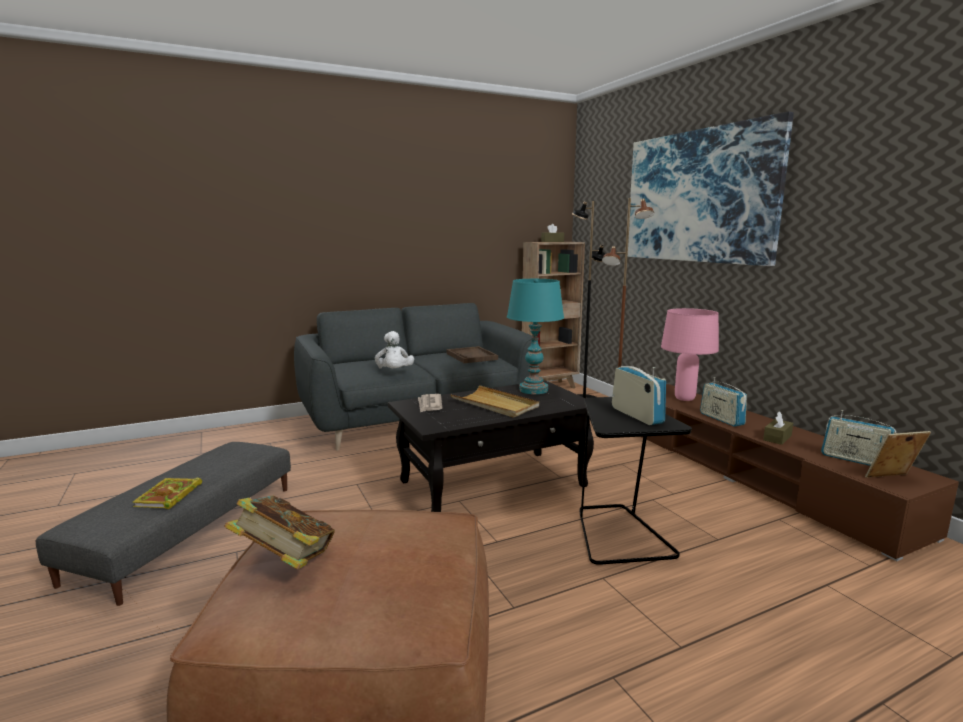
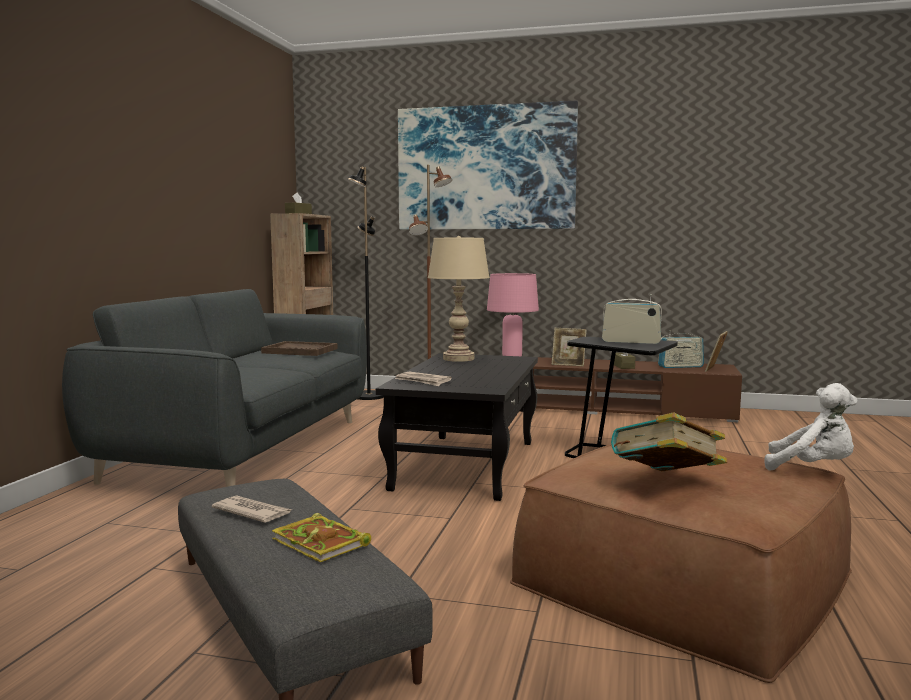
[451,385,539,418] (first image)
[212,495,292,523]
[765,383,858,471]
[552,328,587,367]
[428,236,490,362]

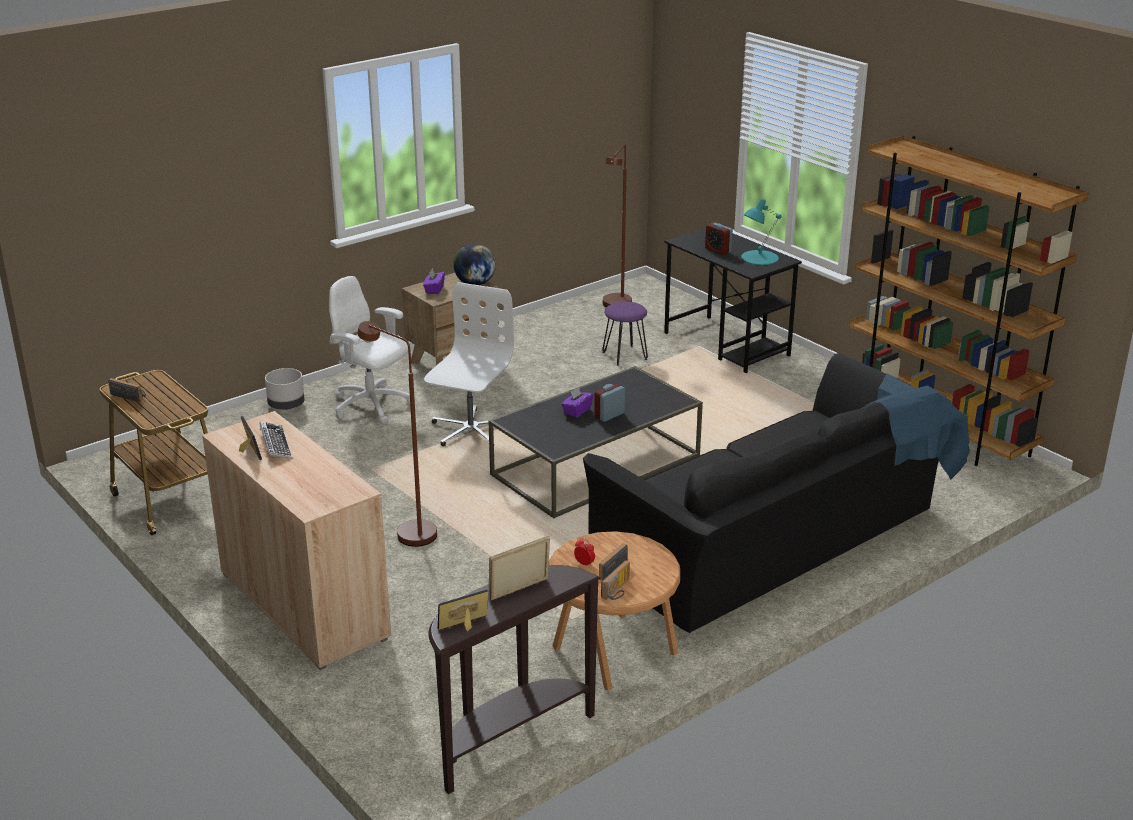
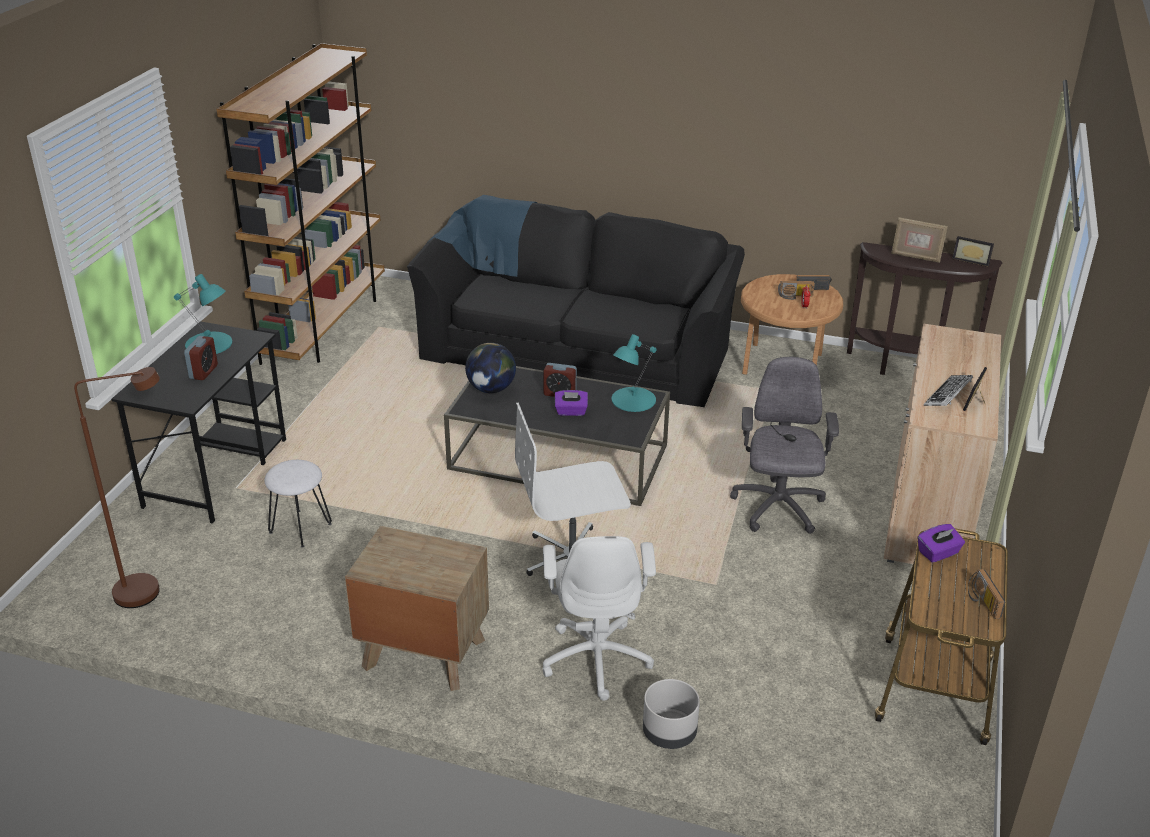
[612,334,656,412]
[918,524,965,563]
[465,343,516,393]
[730,357,839,534]
[264,460,332,548]

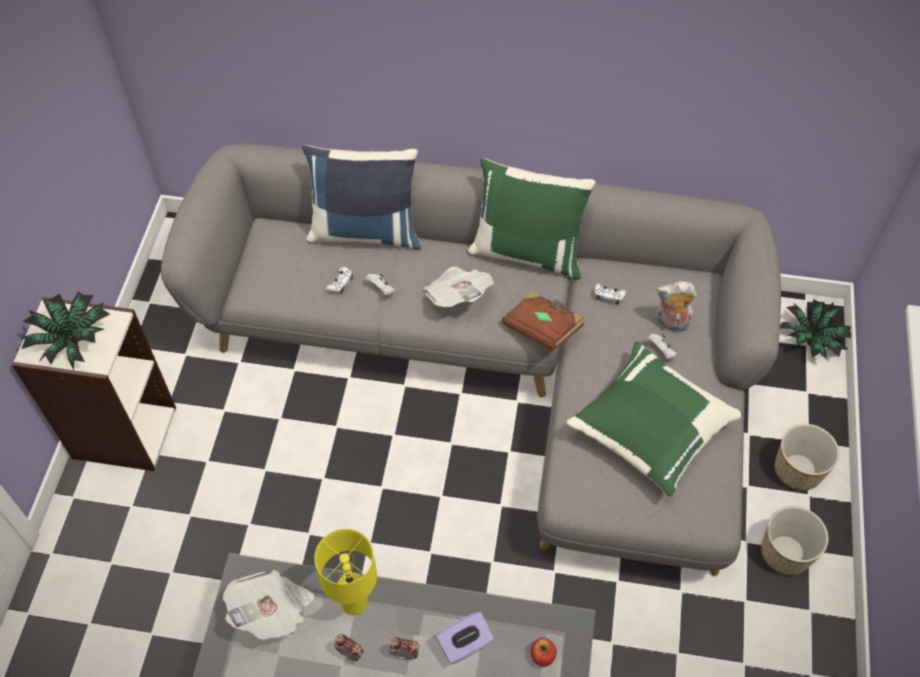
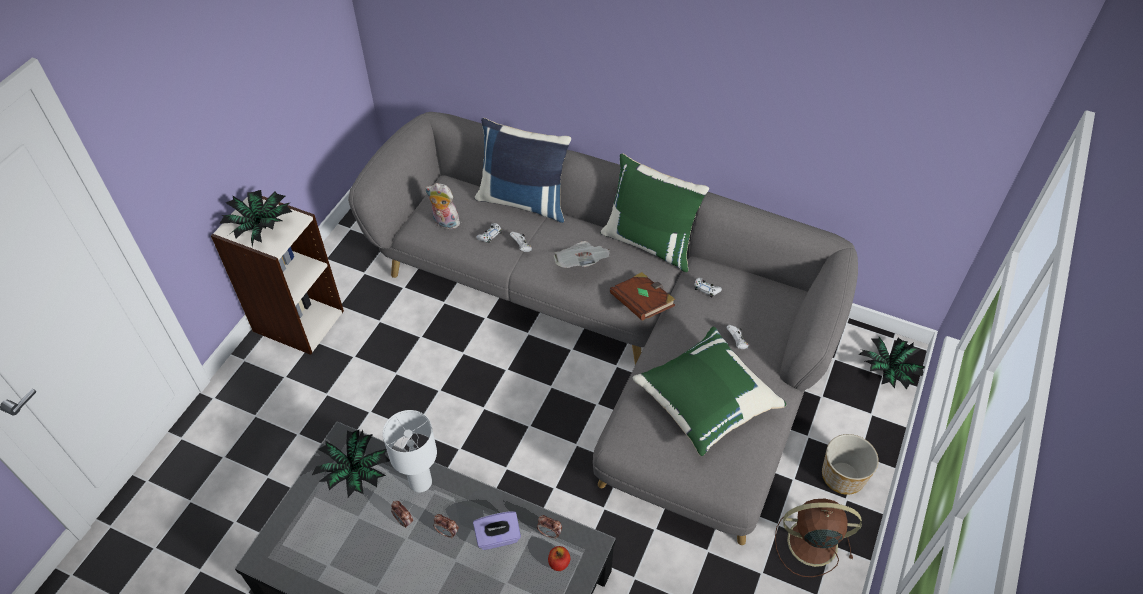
[537,515,562,539]
[425,183,460,230]
[312,430,390,497]
[775,499,862,577]
[383,410,437,492]

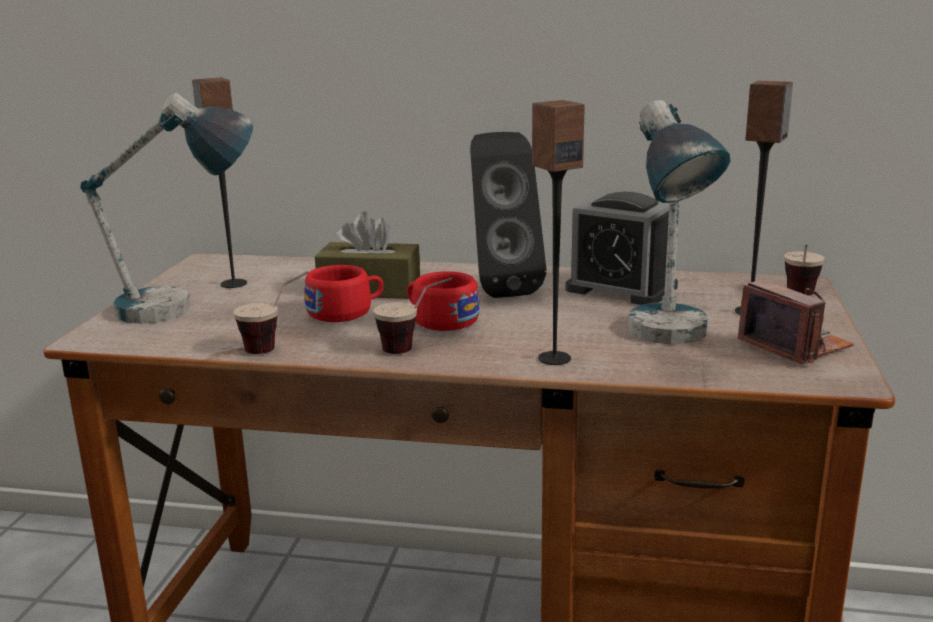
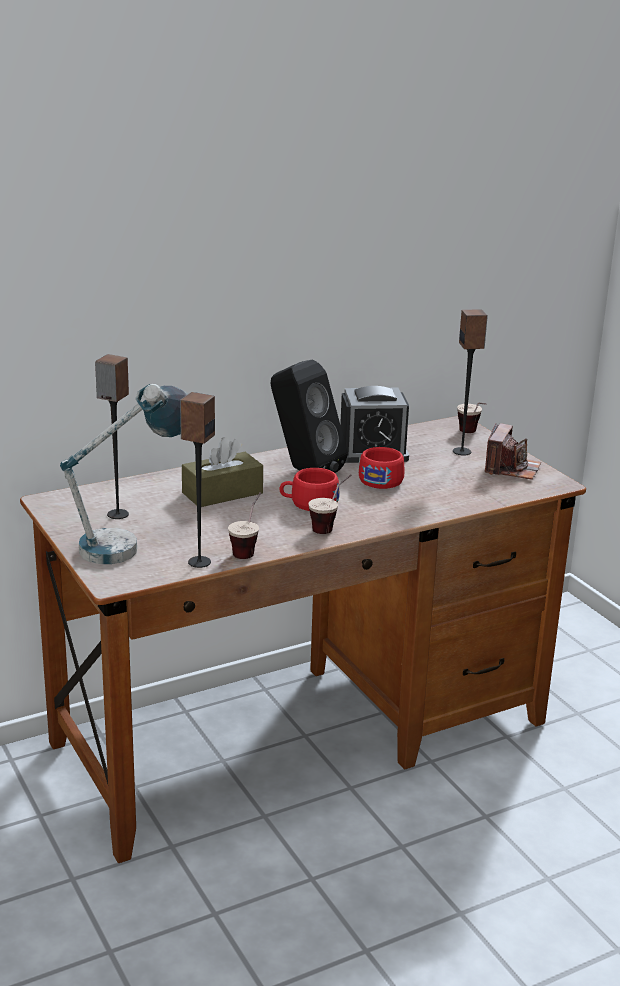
[628,100,731,344] (first image)
[359,447,404,489]
[180,392,215,568]
[485,423,541,480]

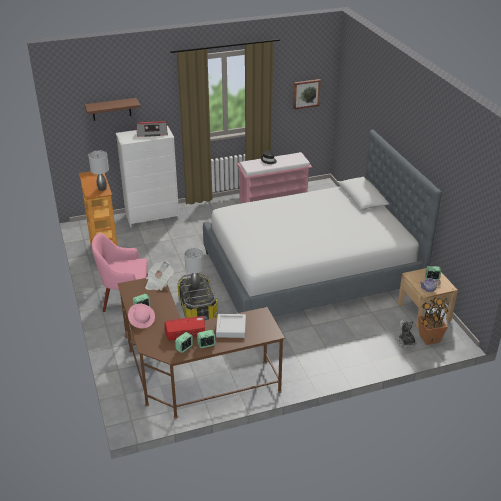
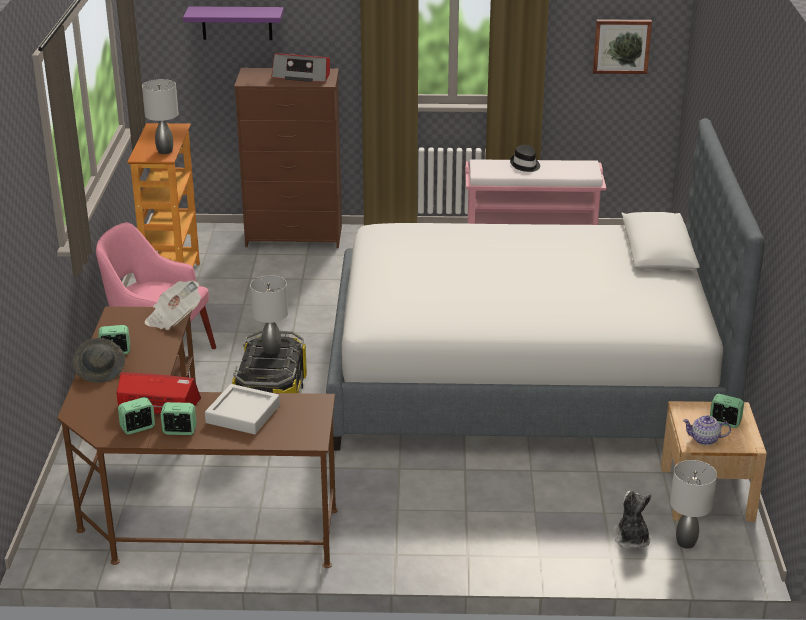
[670,460,717,549]
[183,6,284,40]
[234,68,342,248]
[72,338,125,383]

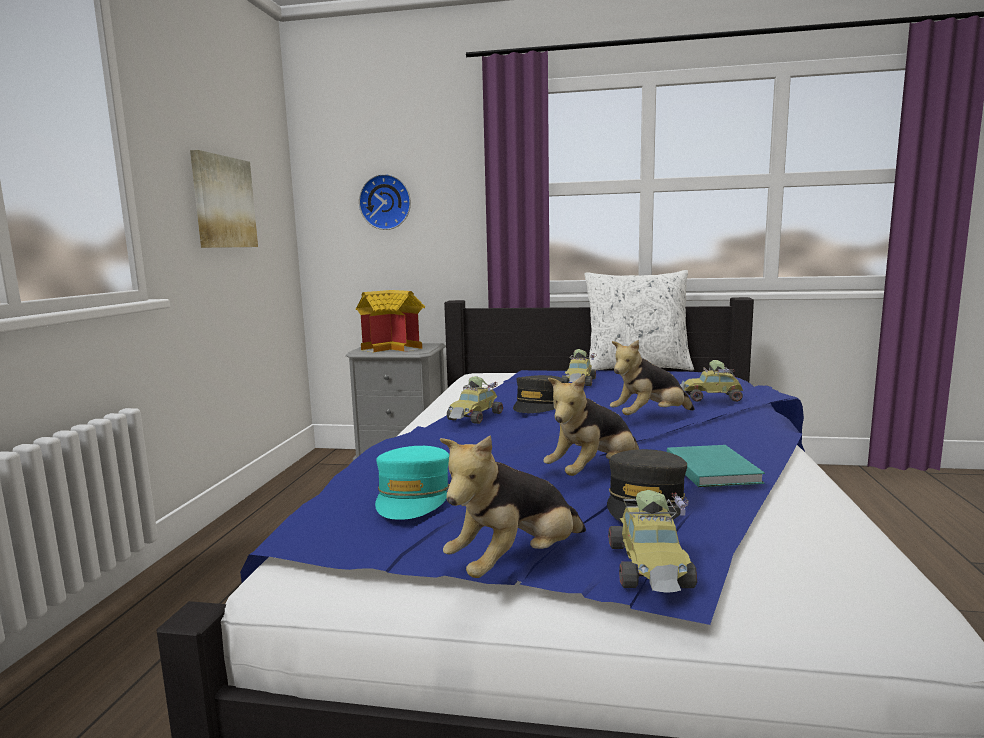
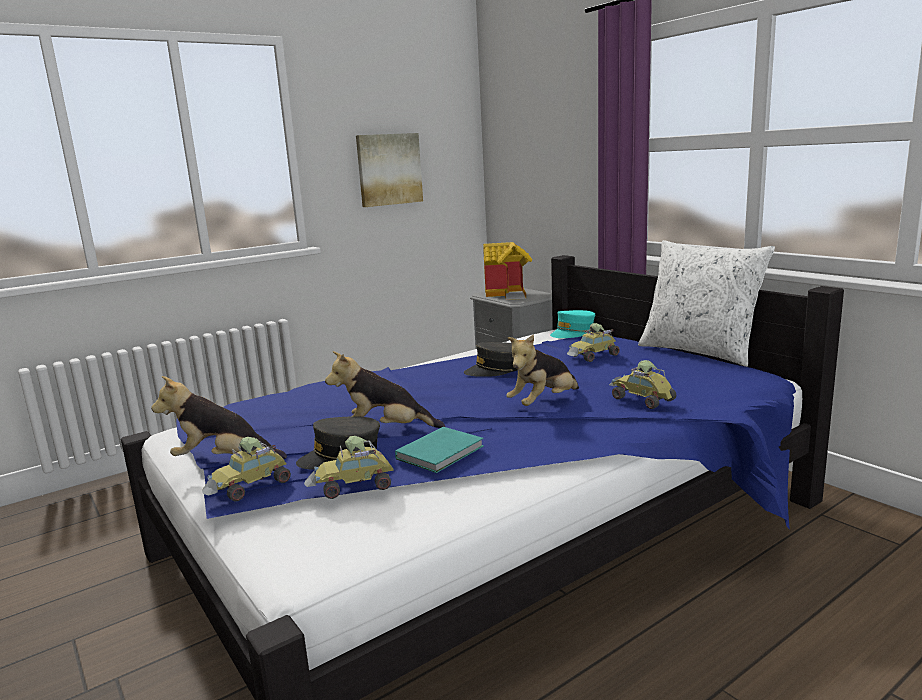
[359,174,411,230] (first image)
[550,310,595,338]
[304,436,394,499]
[506,334,579,406]

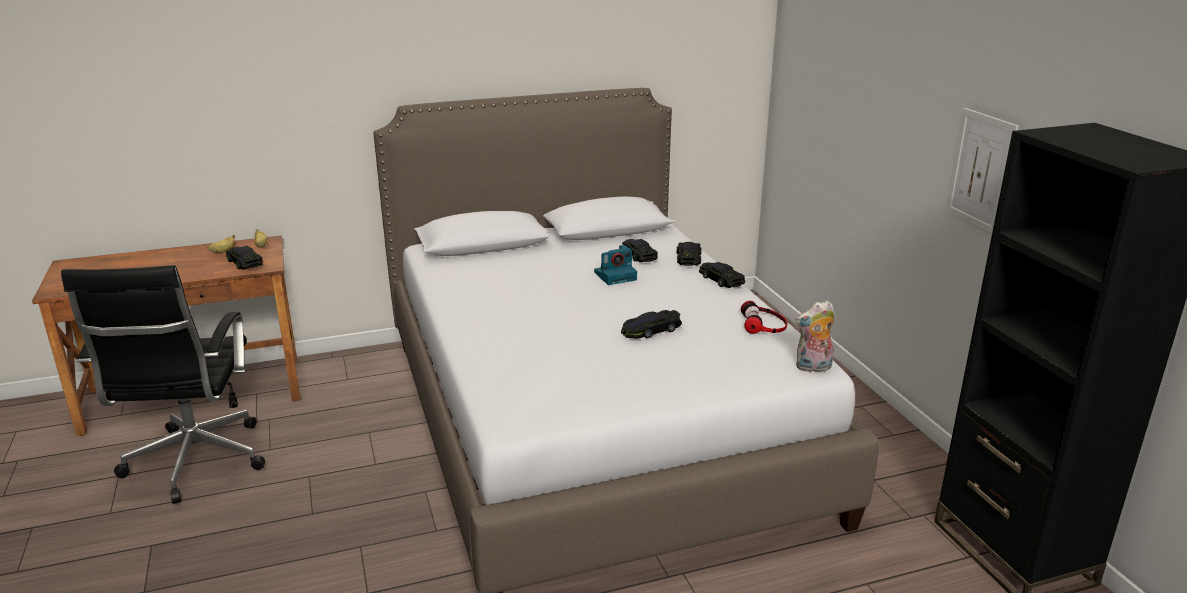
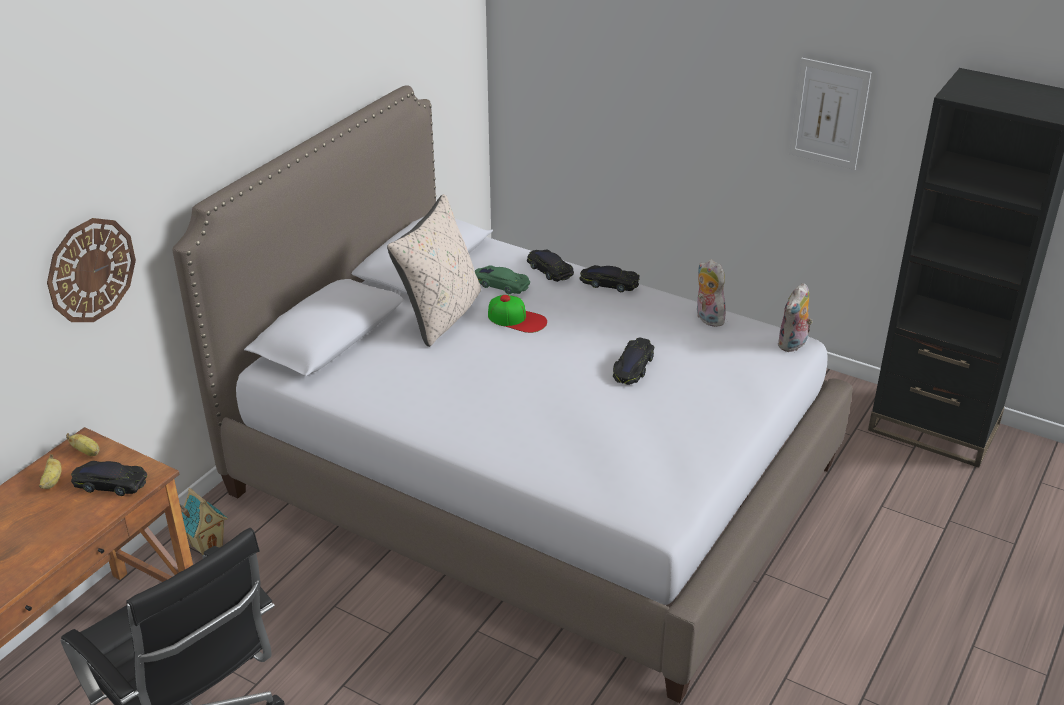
[47,218,136,322]
[180,488,227,556]
[387,194,481,347]
[488,295,547,333]
[697,259,726,327]
[475,265,530,294]

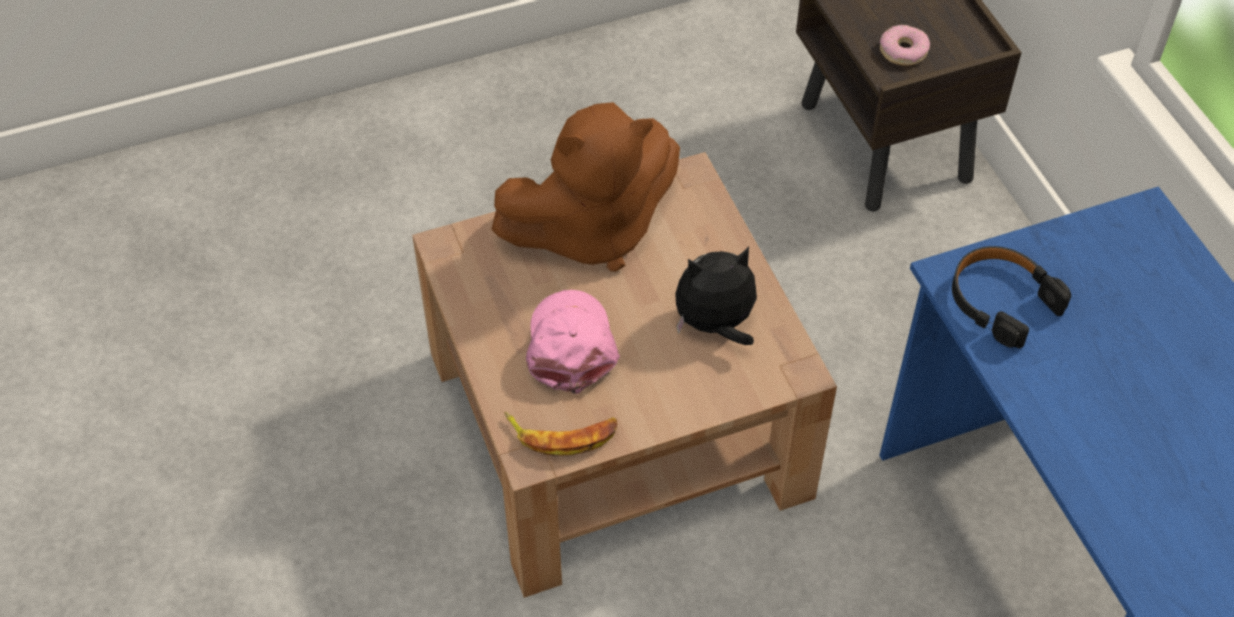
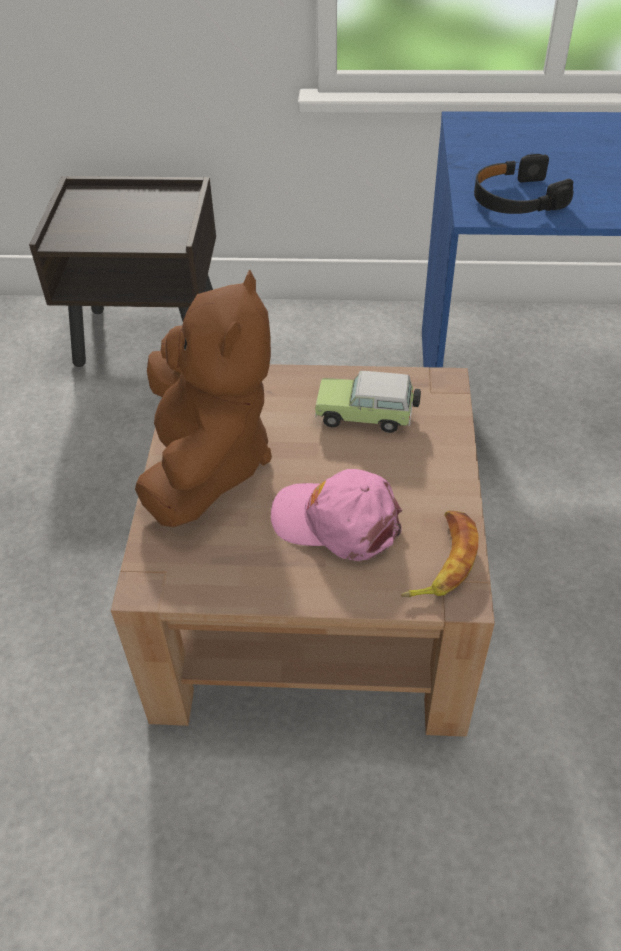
[880,25,930,66] (first image)
[315,371,421,433]

